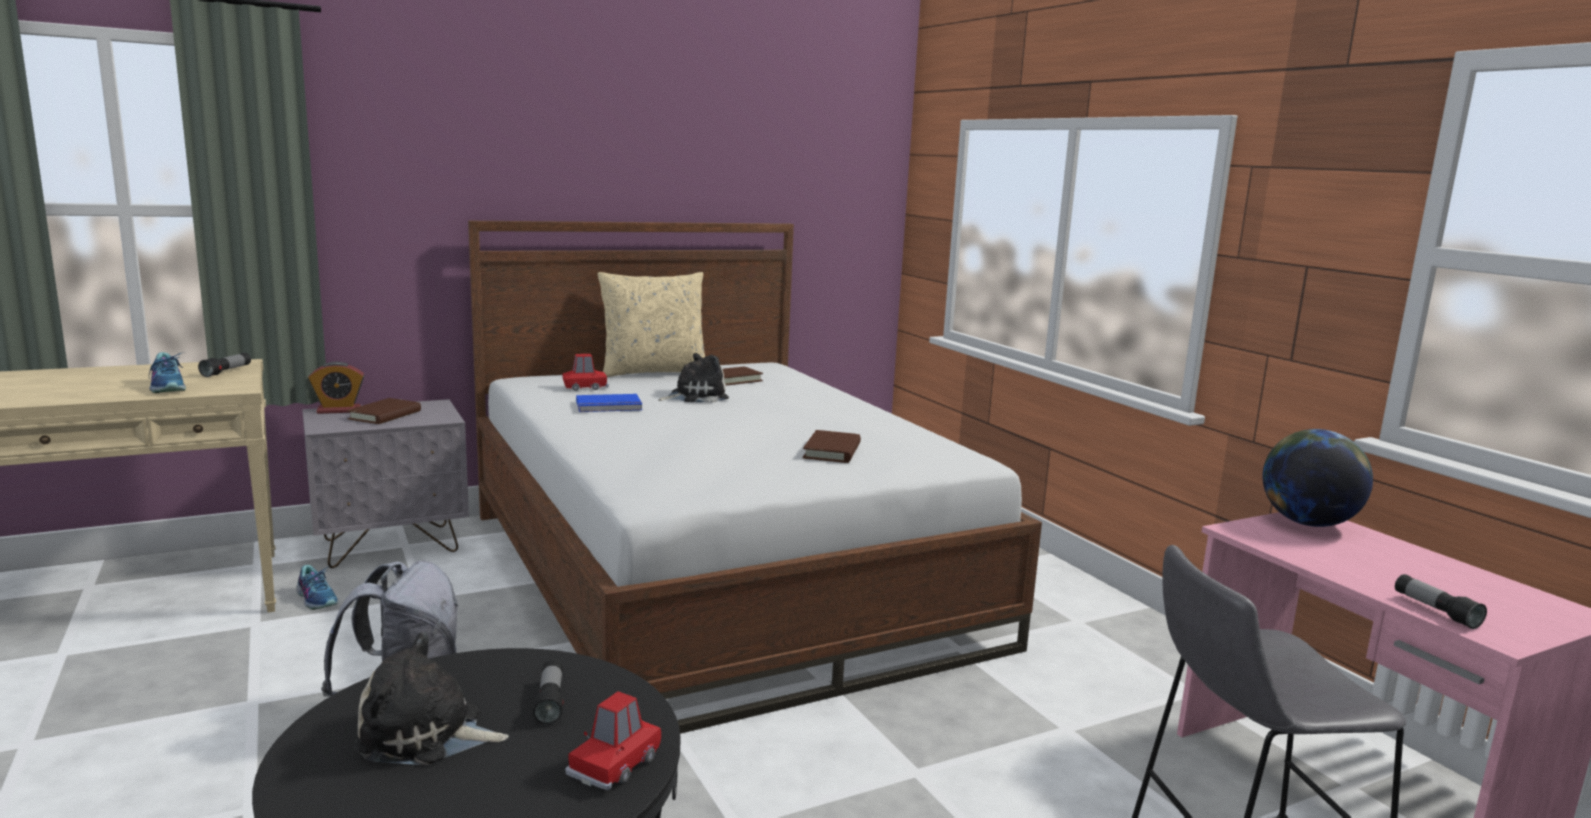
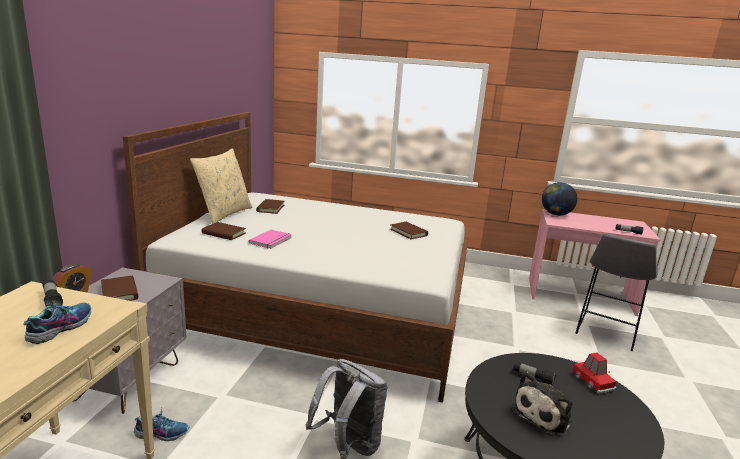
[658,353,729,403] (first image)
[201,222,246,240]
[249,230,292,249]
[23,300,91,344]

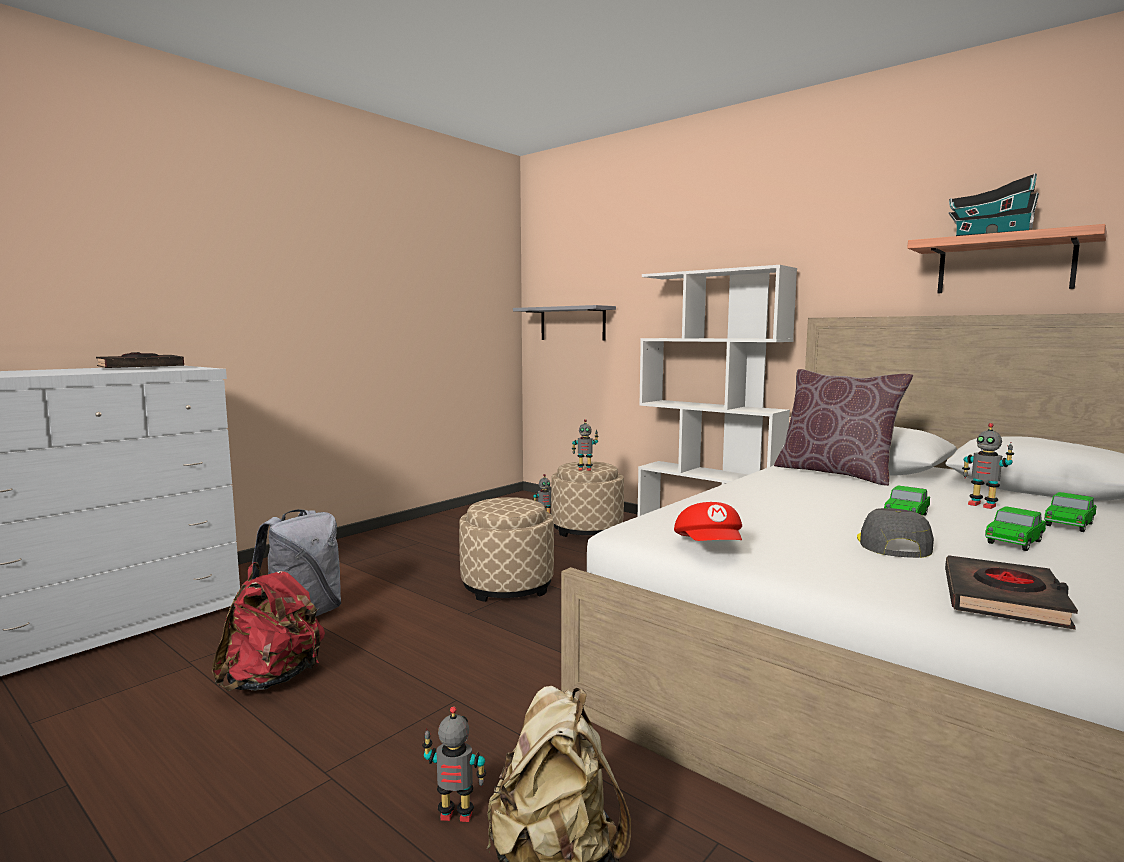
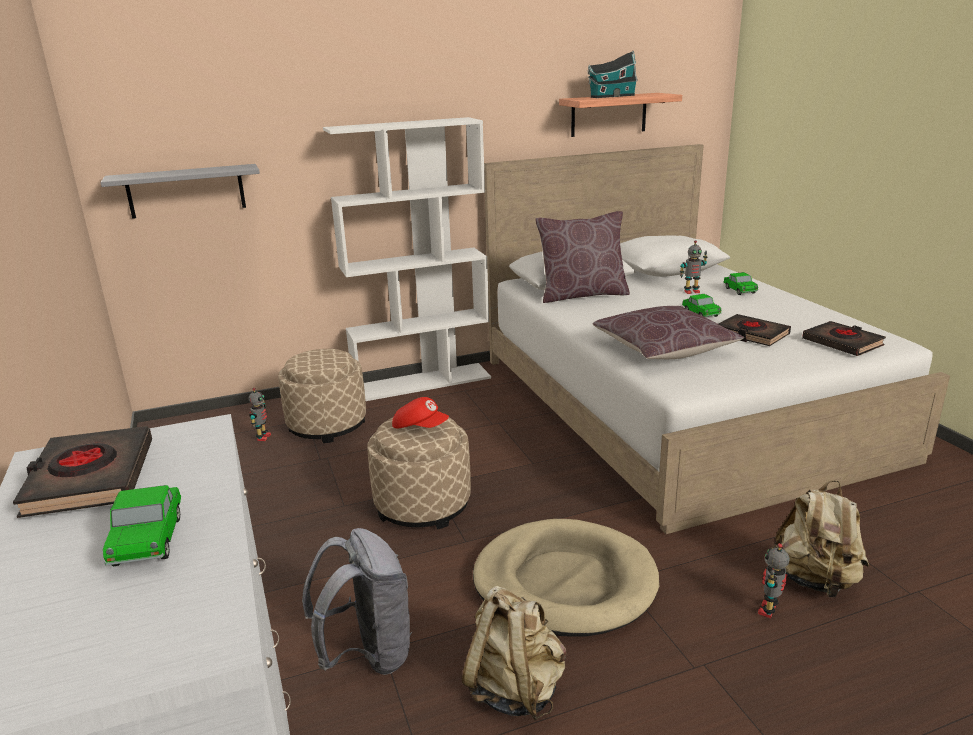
[572,419,598,471] (first image)
[473,519,659,636]
[593,306,744,359]
[392,397,449,428]
[103,485,181,566]
[719,314,791,346]
[462,586,566,720]

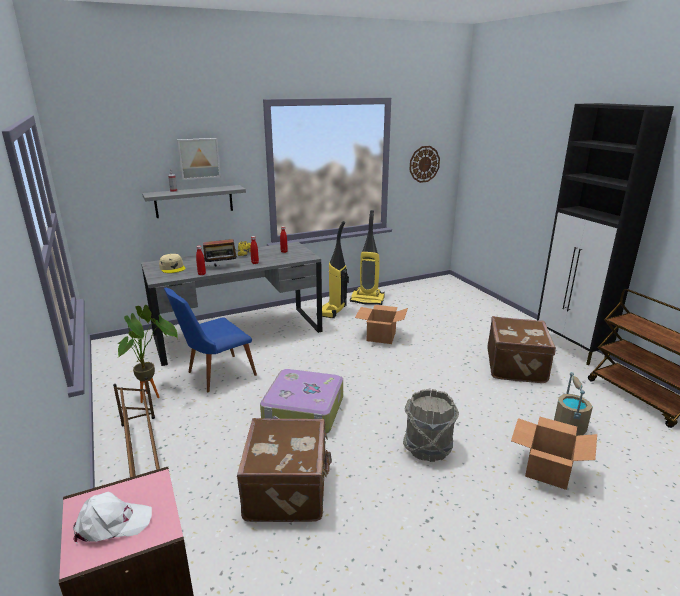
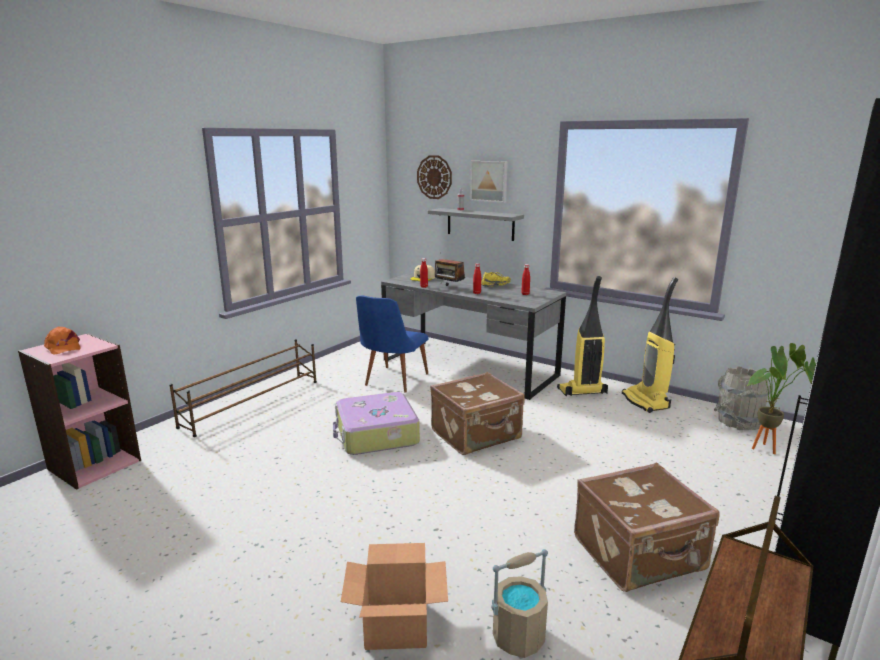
[355,305,408,344] (first image)
[747,343,816,454]
[430,372,525,455]
[714,366,772,430]
[417,155,452,199]
[44,327,81,355]
[356,295,429,392]

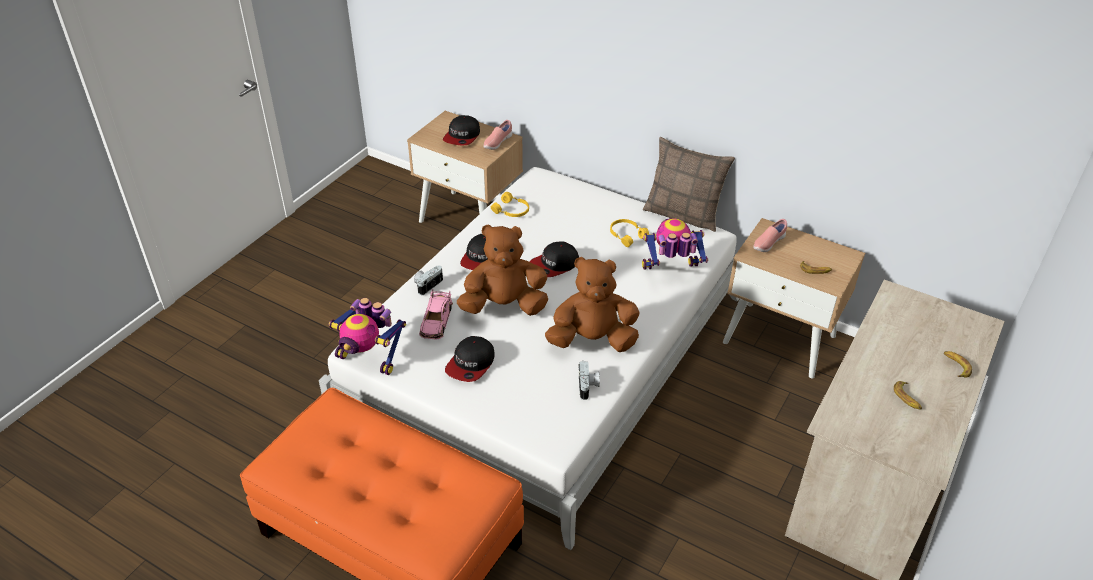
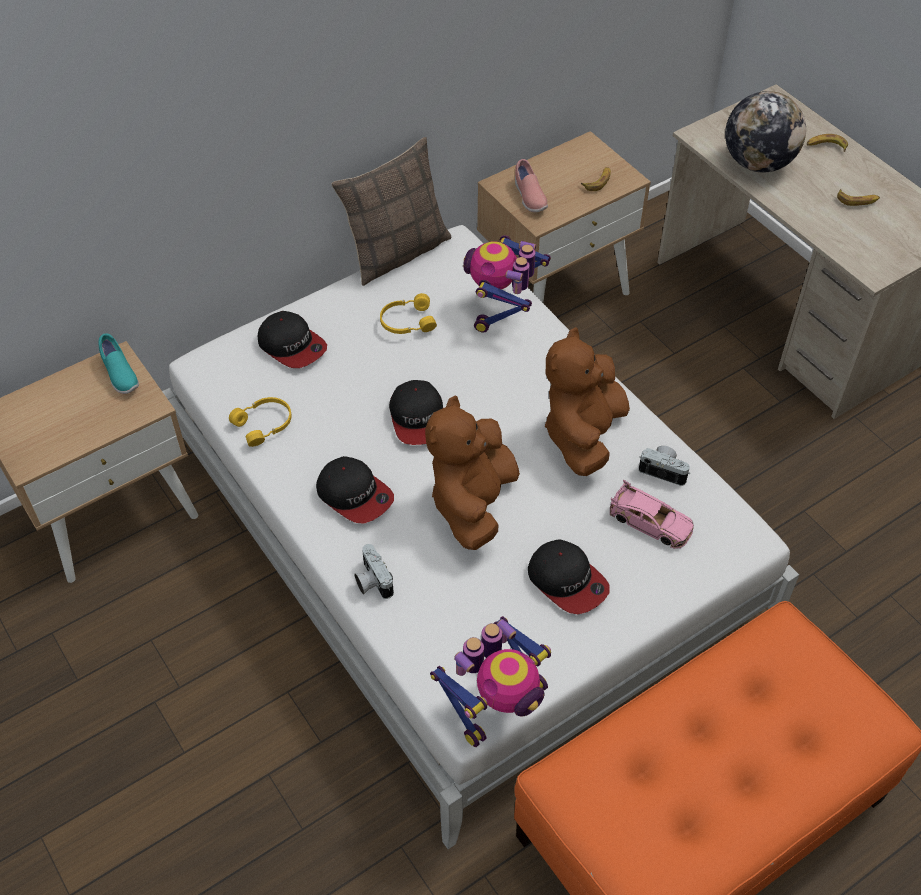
[725,91,806,172]
[610,480,694,549]
[258,311,327,368]
[98,333,139,394]

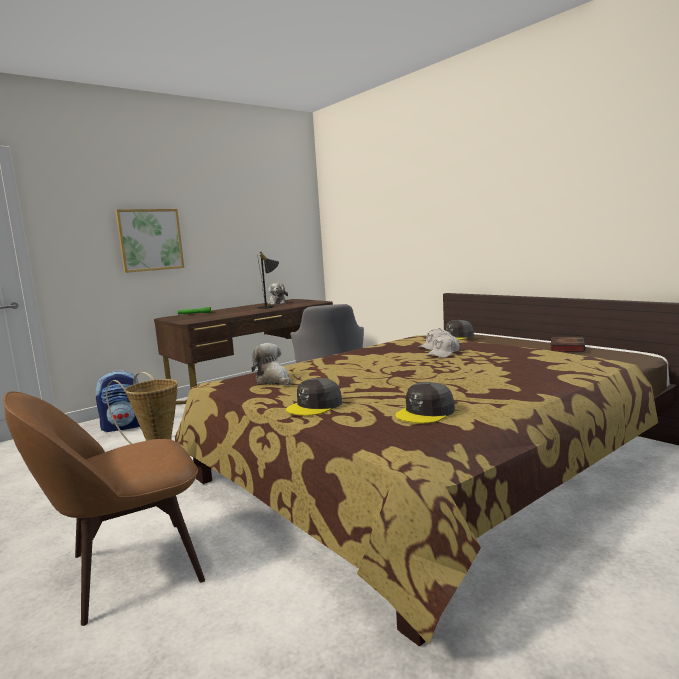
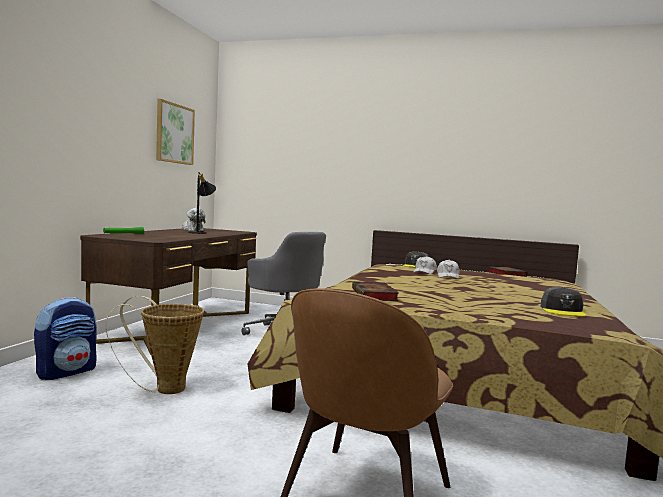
[286,378,342,416] (first image)
[156,99,195,165]
[352,281,399,301]

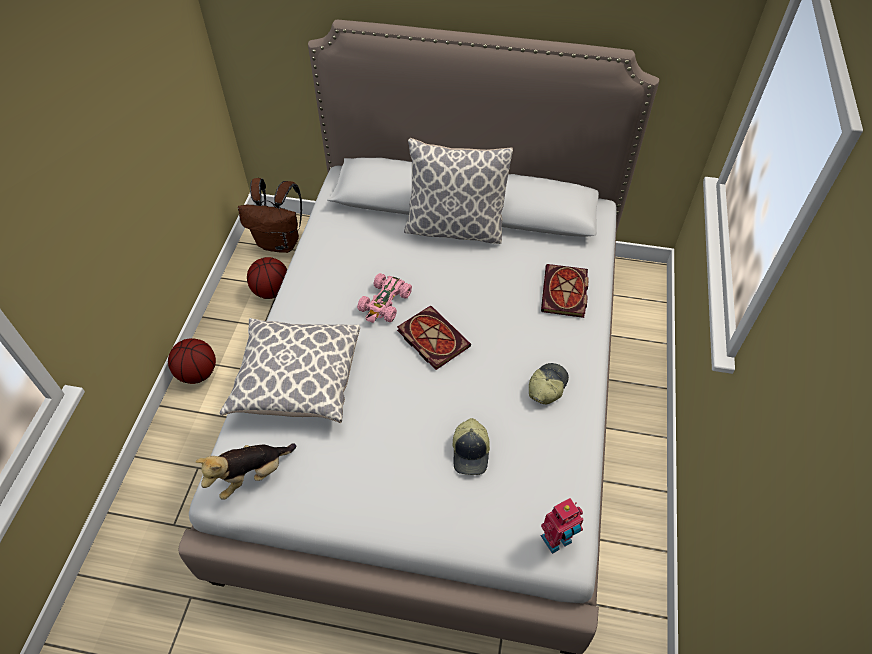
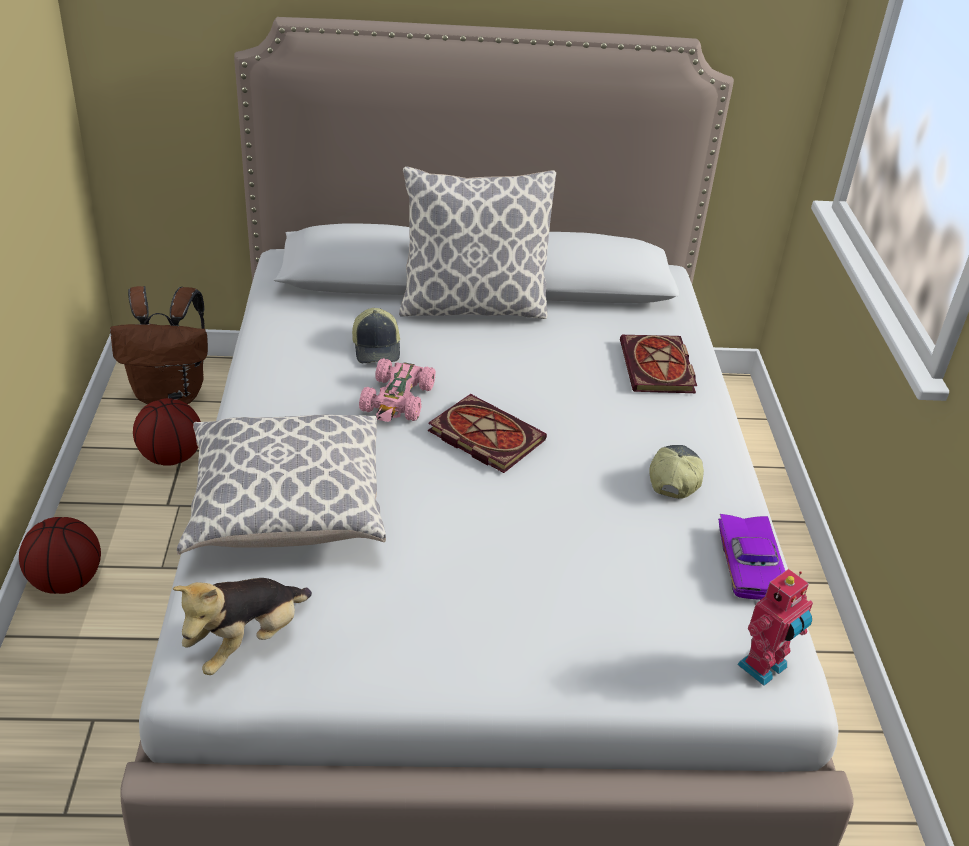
[718,514,785,600]
[352,308,400,363]

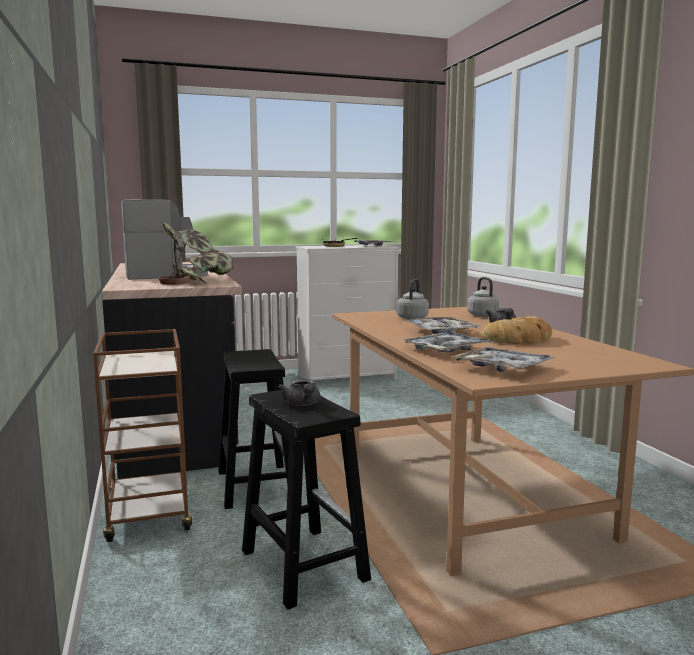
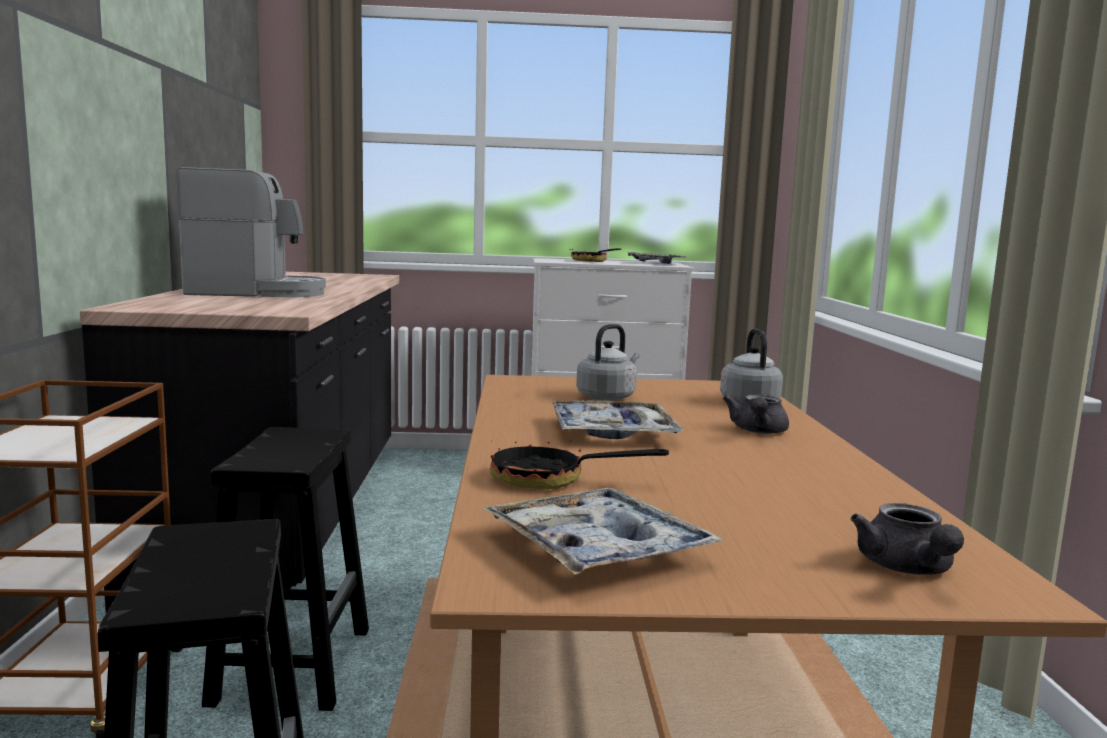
[158,223,234,284] (first image)
[481,316,552,344] (first image)
[851,503,964,575]
[490,428,669,489]

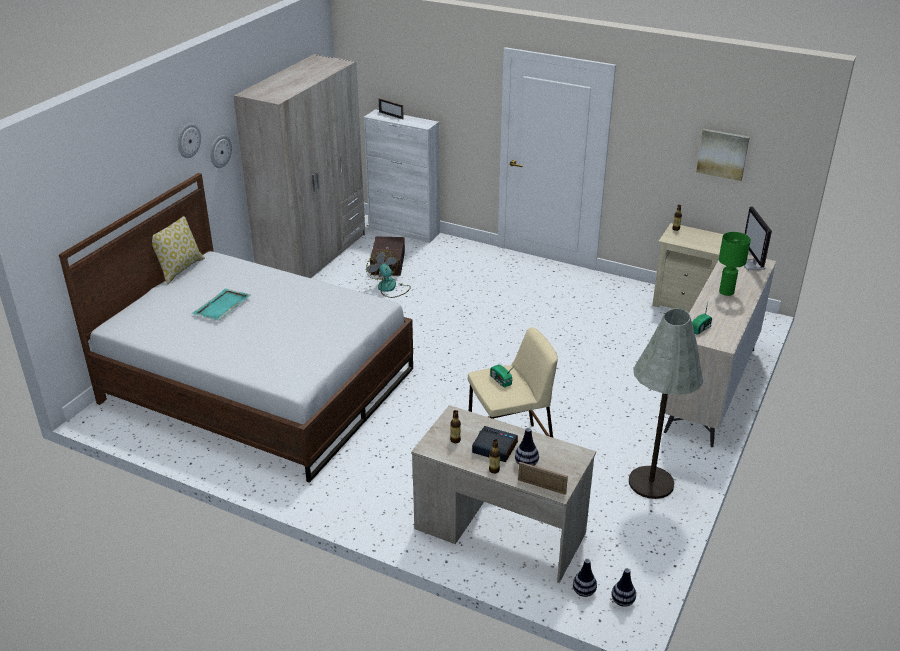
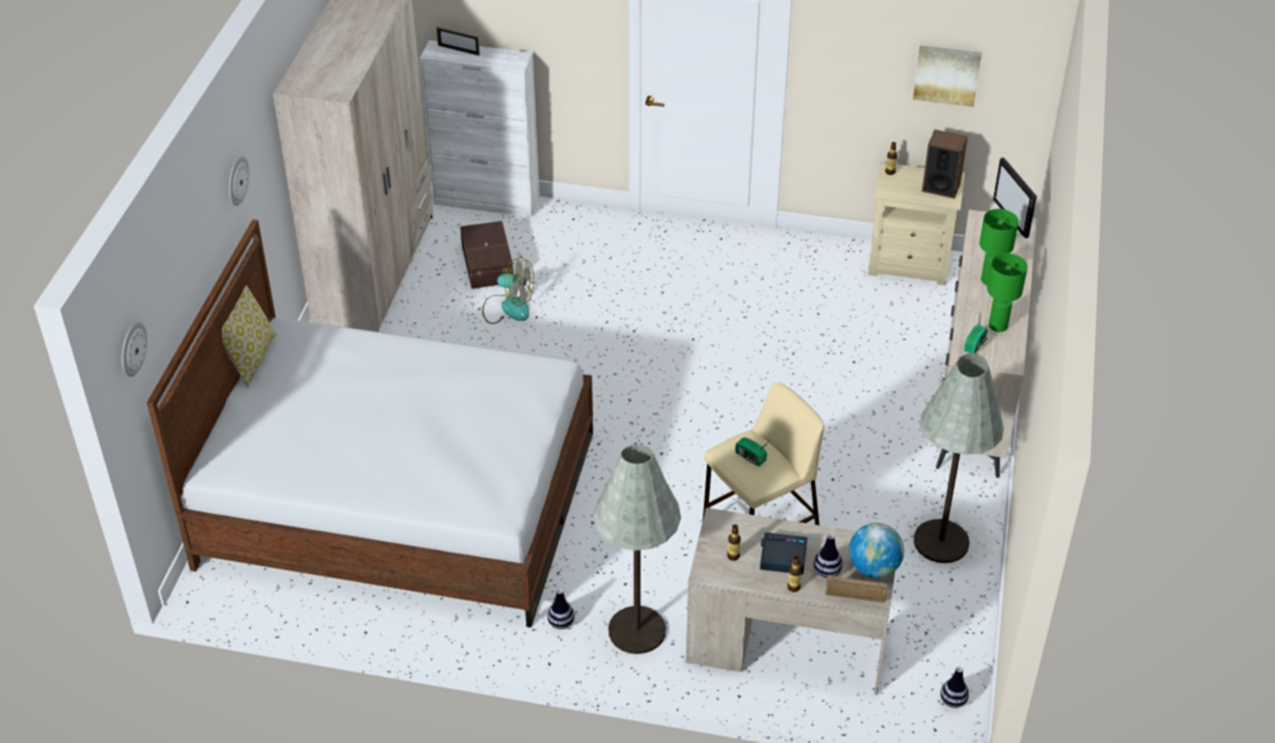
[192,288,251,321] (first image)
[593,445,681,654]
[849,523,904,578]
[922,129,968,199]
[987,253,1028,332]
[122,322,147,377]
[547,589,575,629]
[482,257,534,324]

